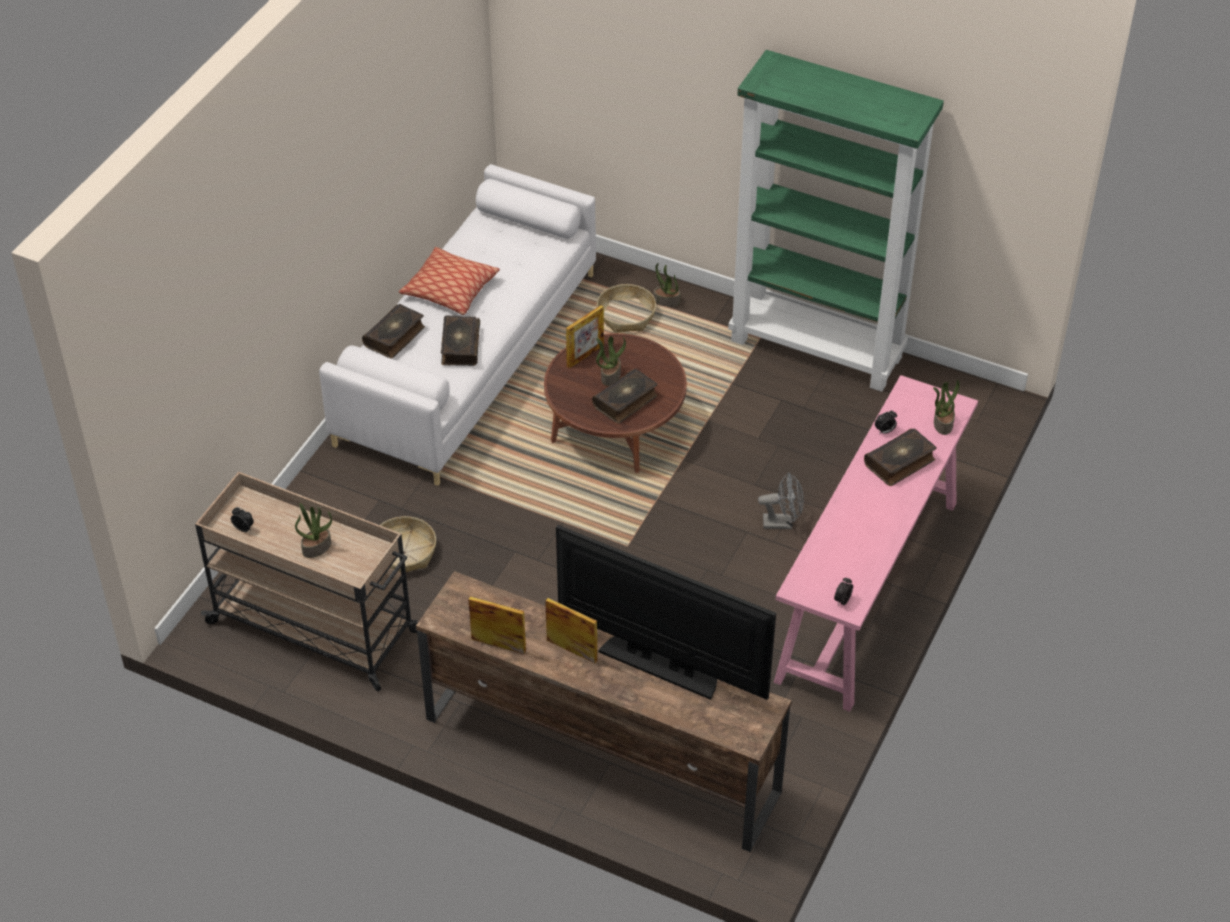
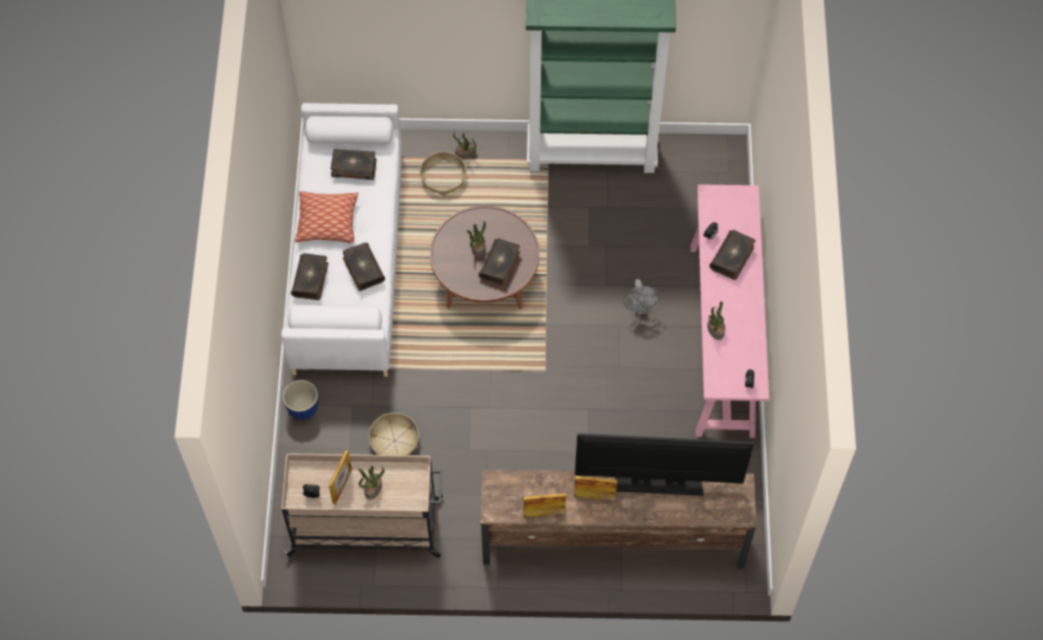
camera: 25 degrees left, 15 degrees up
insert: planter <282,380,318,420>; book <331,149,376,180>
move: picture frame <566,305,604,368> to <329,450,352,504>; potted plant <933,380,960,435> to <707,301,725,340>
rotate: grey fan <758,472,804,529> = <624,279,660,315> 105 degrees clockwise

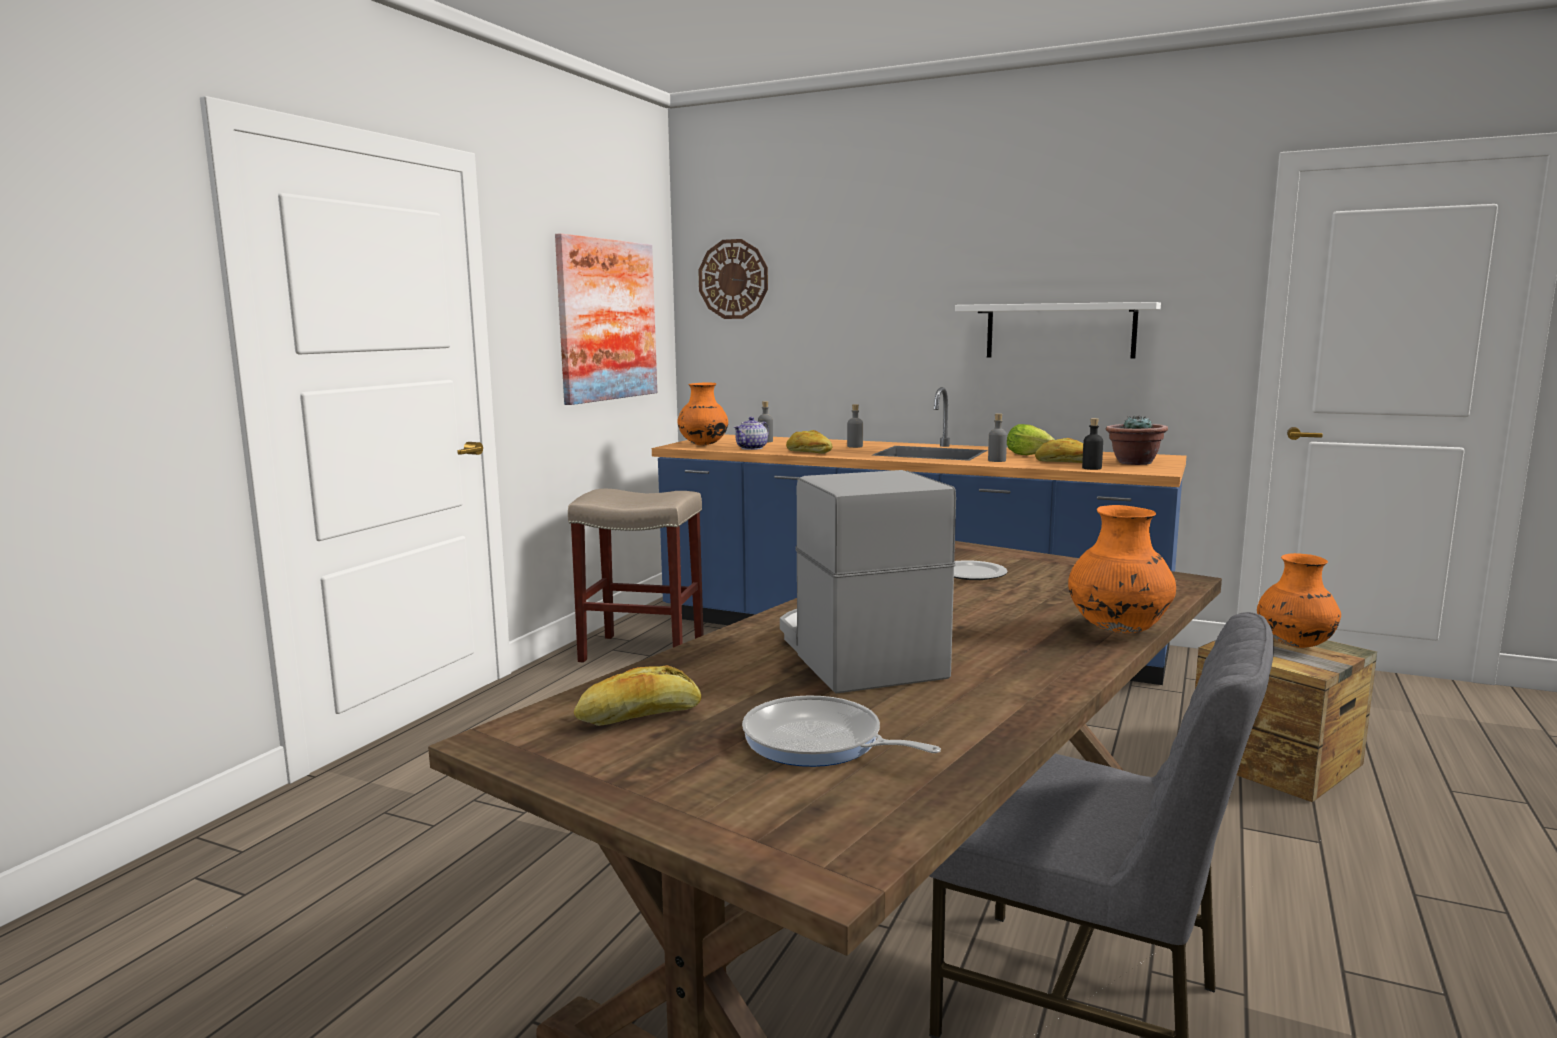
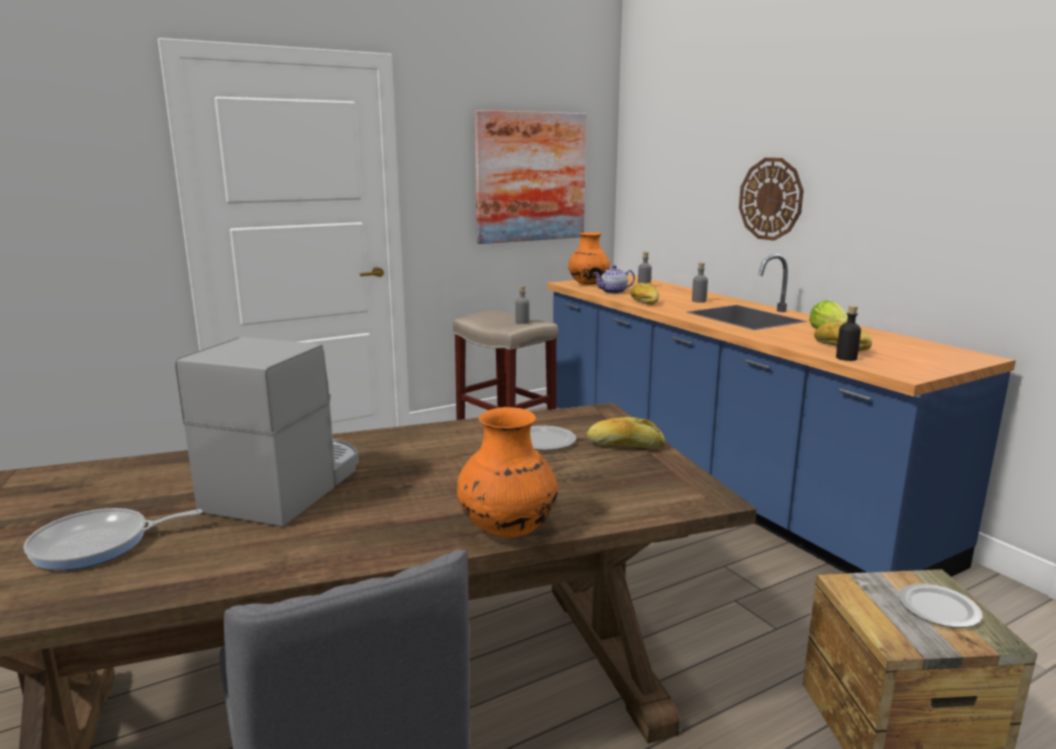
camera: 35 degrees right, 5 degrees up
delete: white shelf <955,302,1161,359>; potted plant <1106,414,1168,465>
move: bread <574,665,701,726> to <587,417,665,449>; wall clock <698,239,768,319> to <739,158,804,241>; grey bottle <988,413,1007,462> to <515,286,529,324>
replace: orange vase <1257,553,1341,648> to plate <899,584,983,628>
rotate: frying pan <742,695,941,767> = <23,508,203,570> 90 degrees counterclockwise

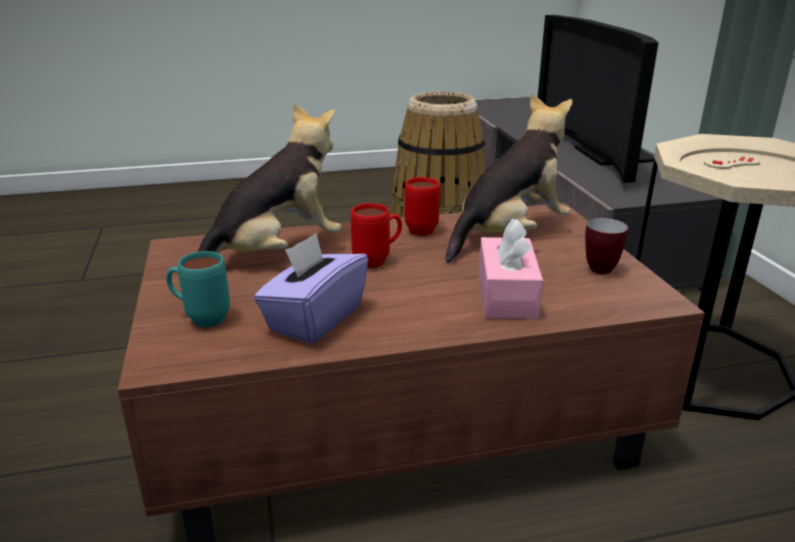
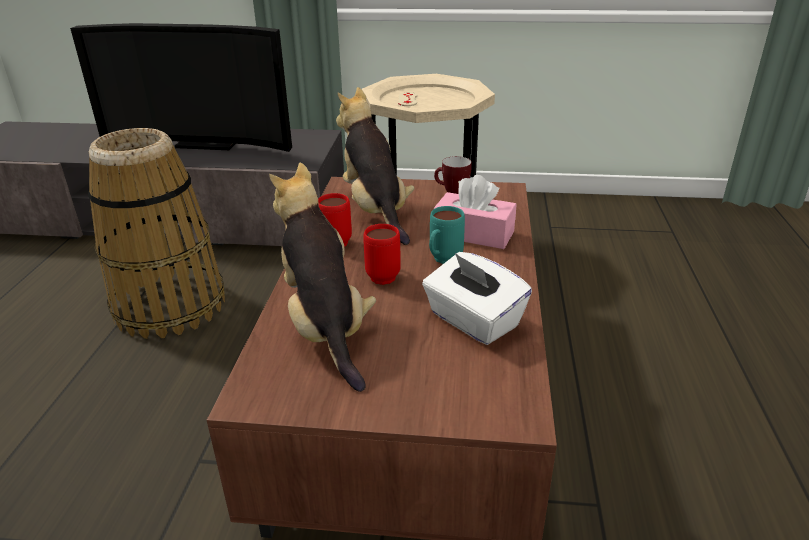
camera: 70 degrees left, 5 degrees up
move: turquoise mug <166,251,230,328> to <429,206,465,264>
recolor: purple tissue box <254,233,369,344> to white tissue box <422,252,532,345>

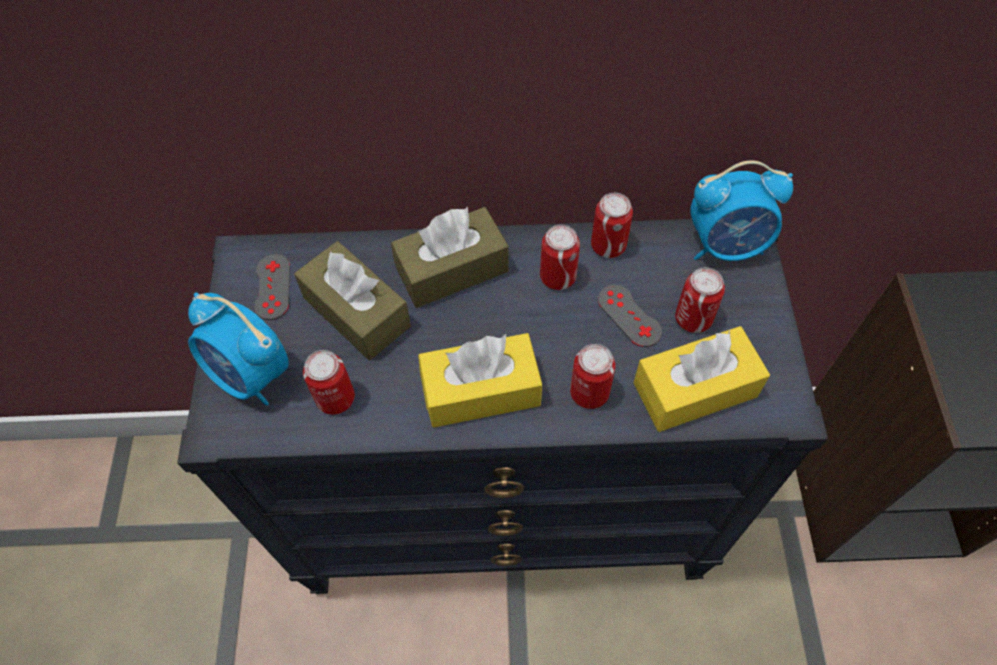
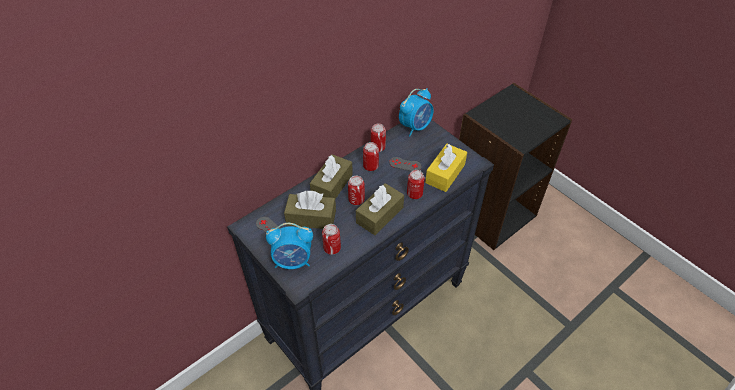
camera: 40 degrees left, 10 degrees down
move: can <675,267,725,333> to <348,176,365,205>
recolor: yellow tissue box <418,333,542,428> to brown tissue box <356,183,404,235>

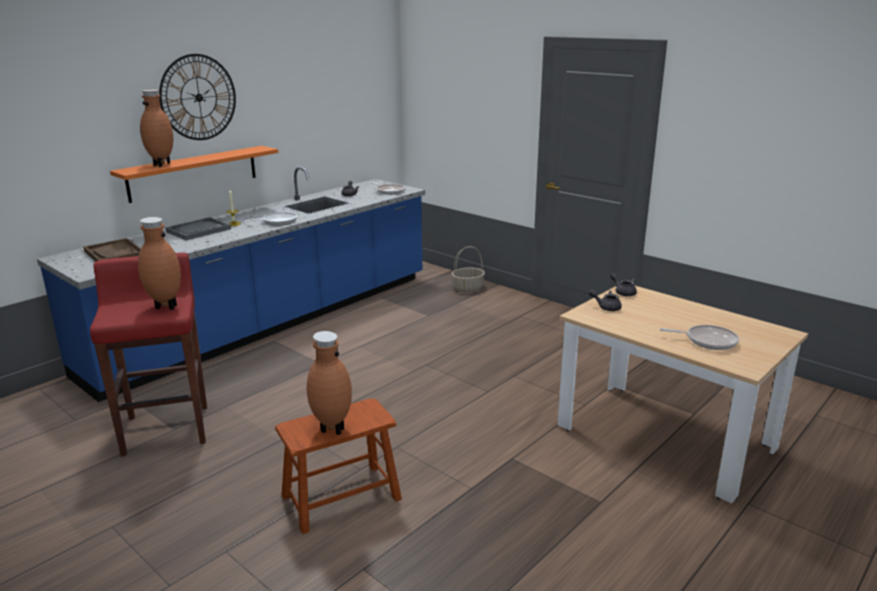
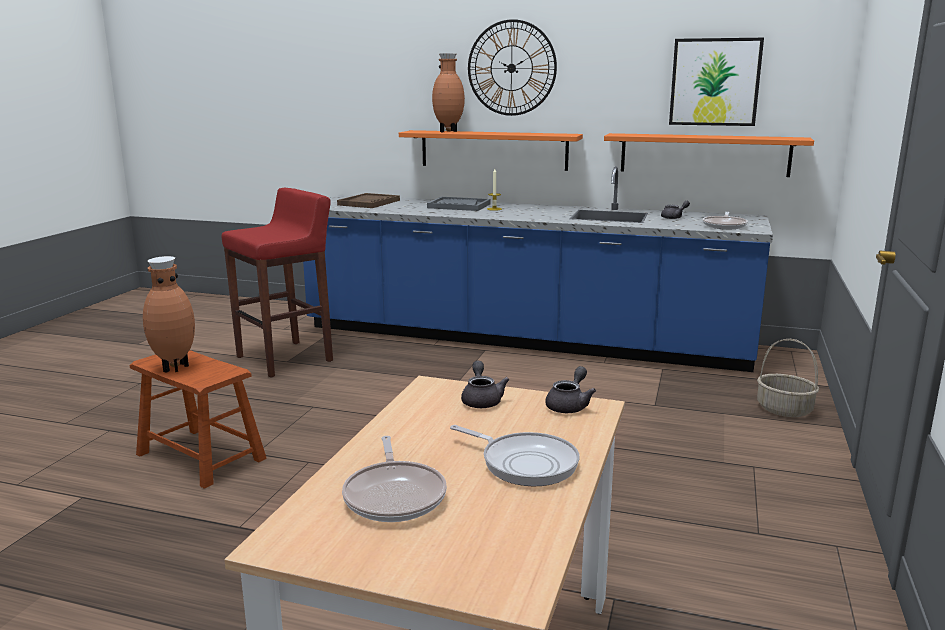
camera: 65 degrees right, 5 degrees down
delete: brown vase <138,217,181,310>
insert: orange shelf <604,133,814,177>; picture <669,38,764,126>
move: frying pan <245,212,297,226> to <450,425,579,486>

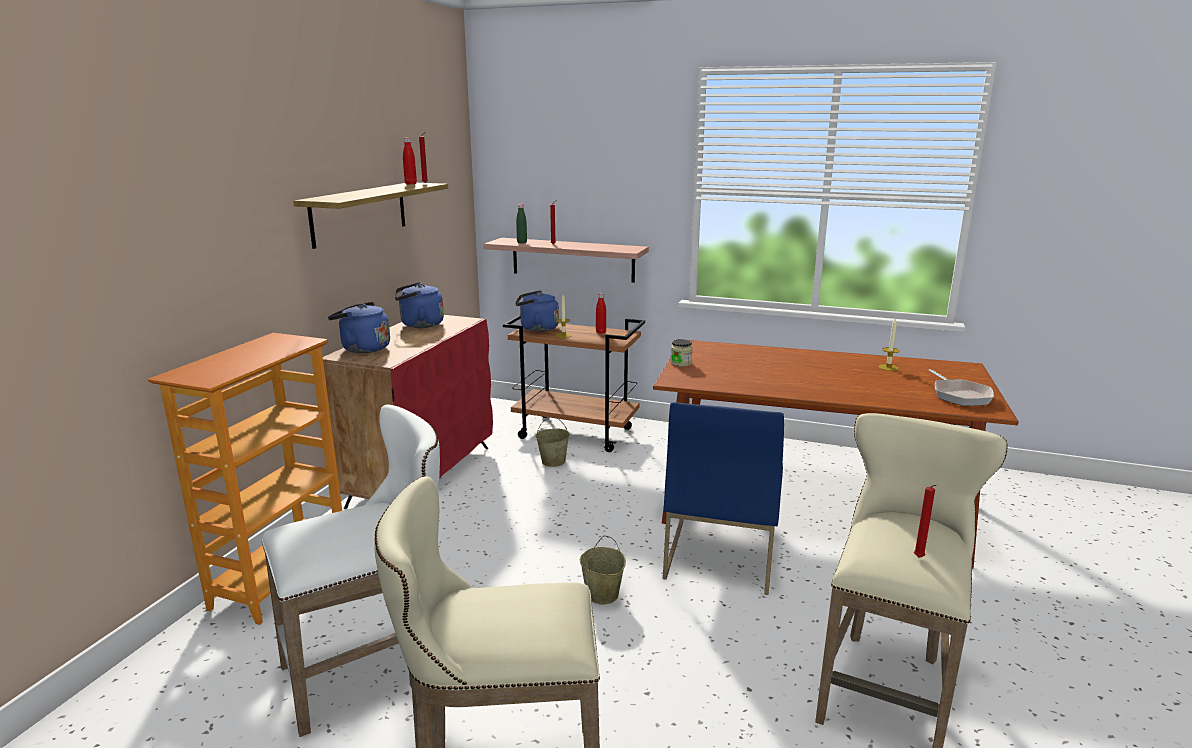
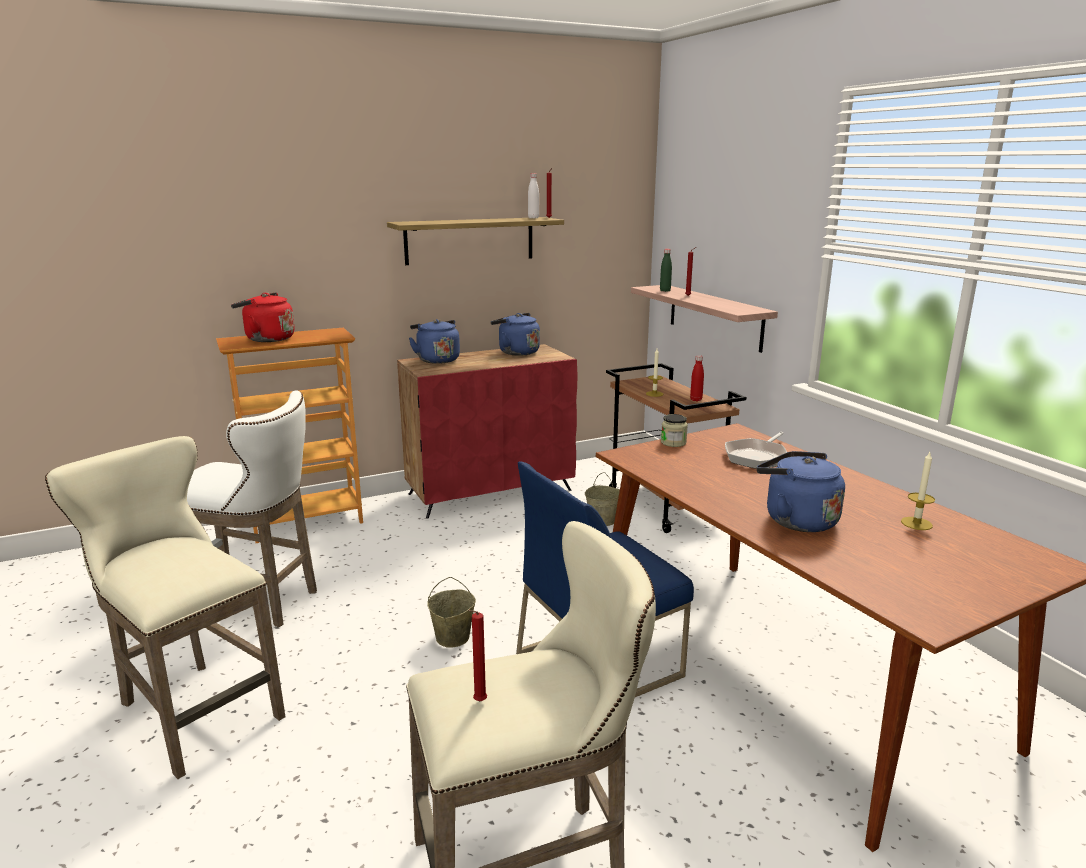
camera: 45 degrees right, 0 degrees up
insert: red kettle <231,292,295,342>
move: blue kettle <515,290,559,332> to <757,451,845,532>; frying pan <928,369,994,406> to <725,432,787,469>
recolor: red bottle <403,138,417,185> to white bottle <528,173,539,218>

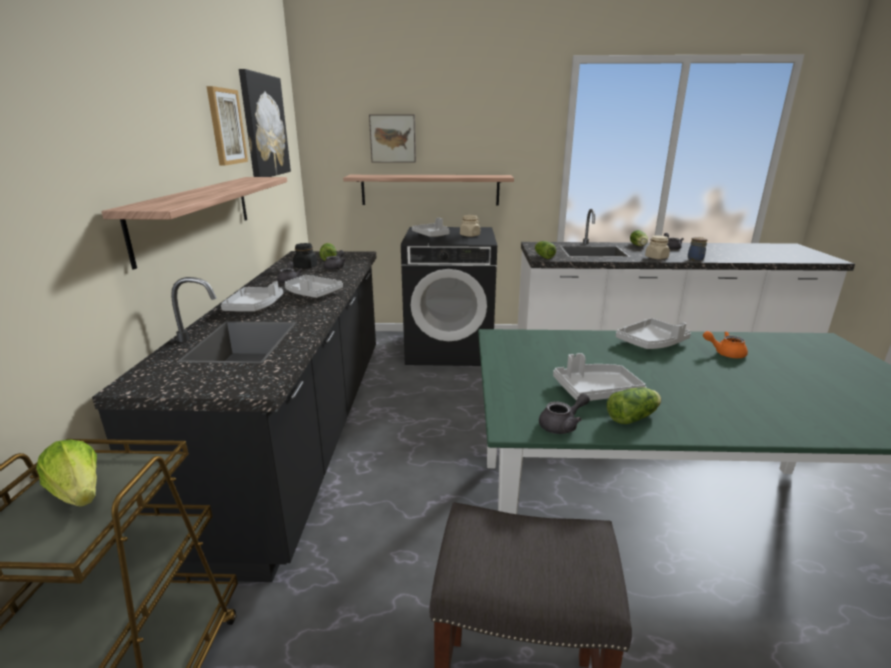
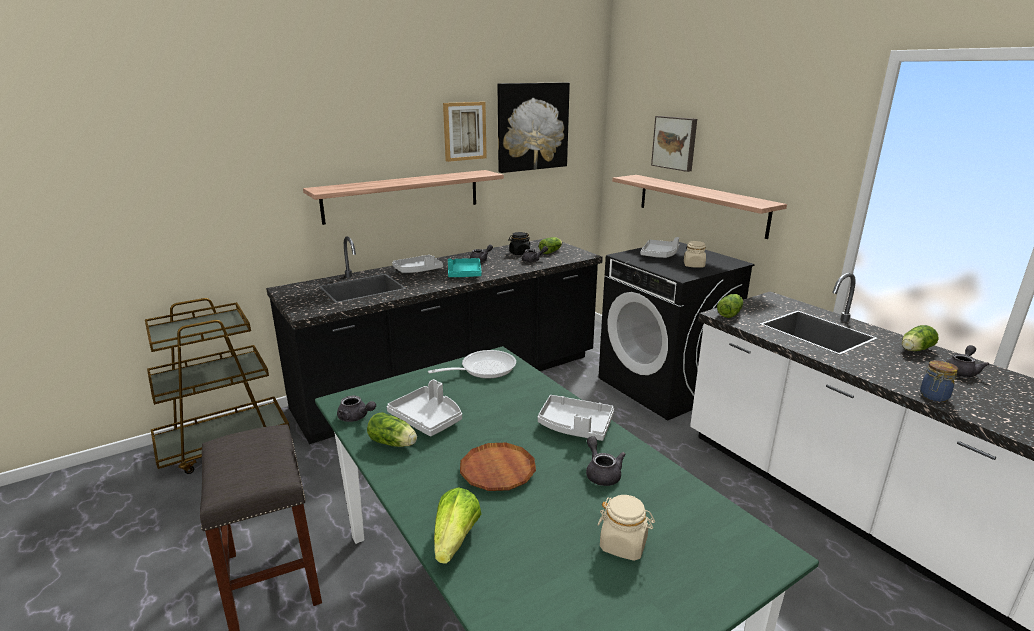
camera: 55 degrees right, 0 degrees up
insert: frying pan <428,350,516,378>; brown plate <460,443,536,491>
move: lettuce <36,439,97,507> to <434,487,481,564>; beige jar <645,235,670,259> to <597,495,655,561>
recolor: grey tray <285,275,343,298> to turquoise tray <448,258,482,277>; orange teapot <703,331,748,358> to grey teapot <586,436,625,486>

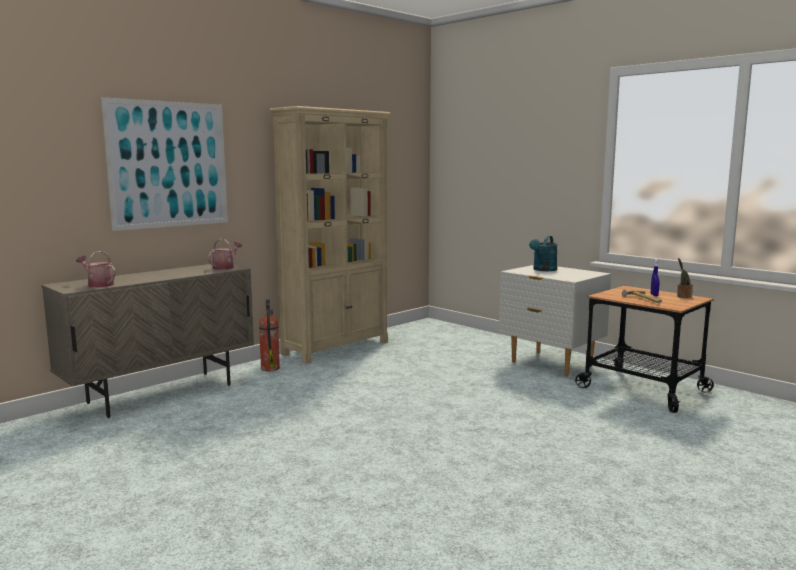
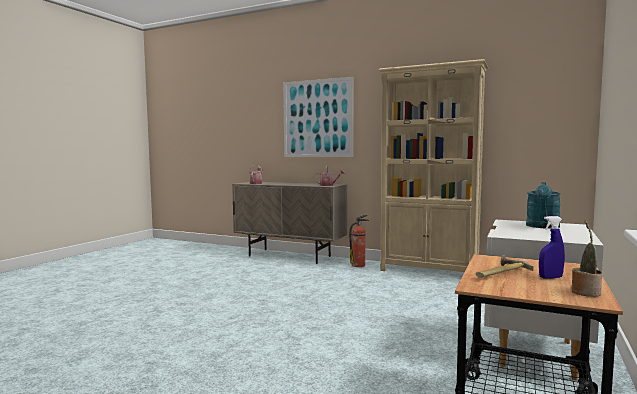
camera: 70 degrees right, 5 degrees down
rotate: turquoise watering can <529,236,558,271> = <526,182,561,229> 75 degrees counterclockwise

